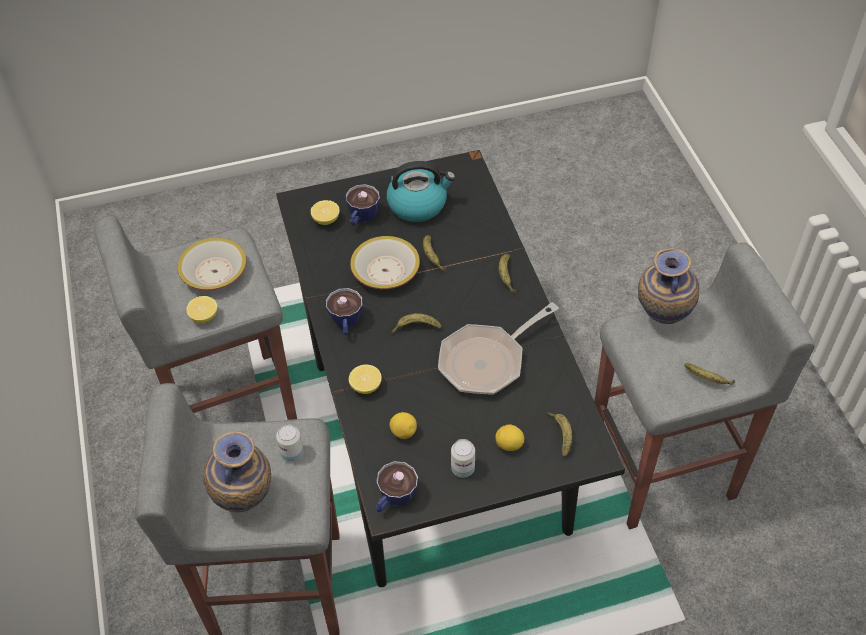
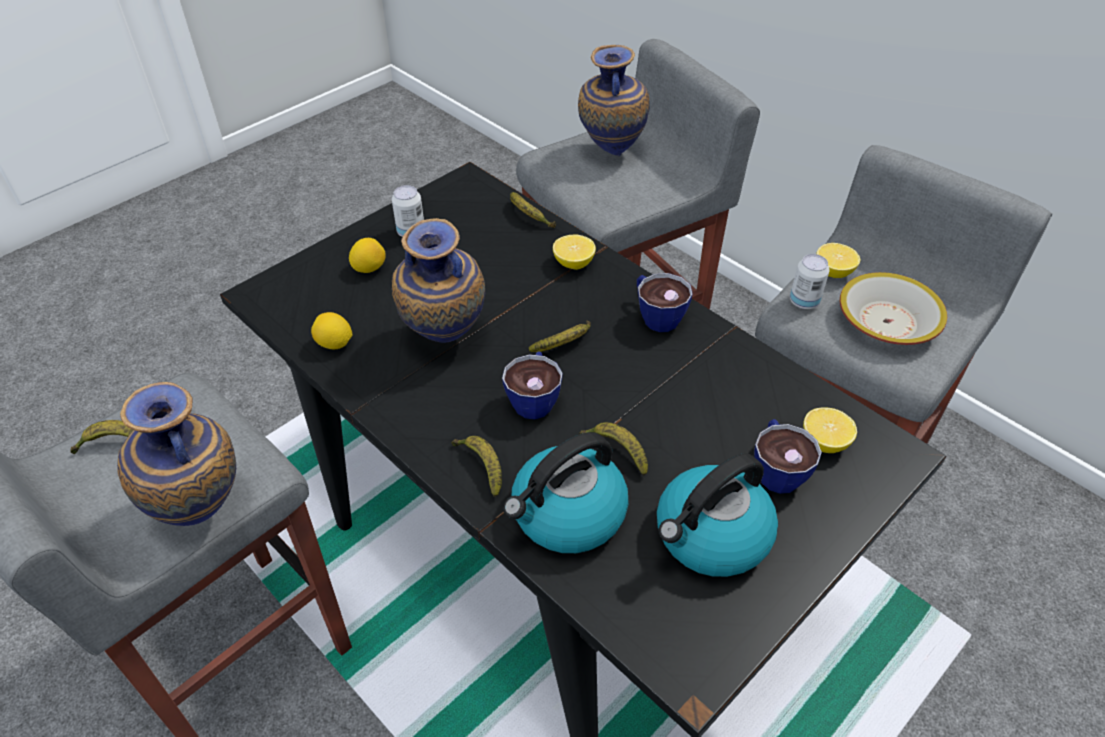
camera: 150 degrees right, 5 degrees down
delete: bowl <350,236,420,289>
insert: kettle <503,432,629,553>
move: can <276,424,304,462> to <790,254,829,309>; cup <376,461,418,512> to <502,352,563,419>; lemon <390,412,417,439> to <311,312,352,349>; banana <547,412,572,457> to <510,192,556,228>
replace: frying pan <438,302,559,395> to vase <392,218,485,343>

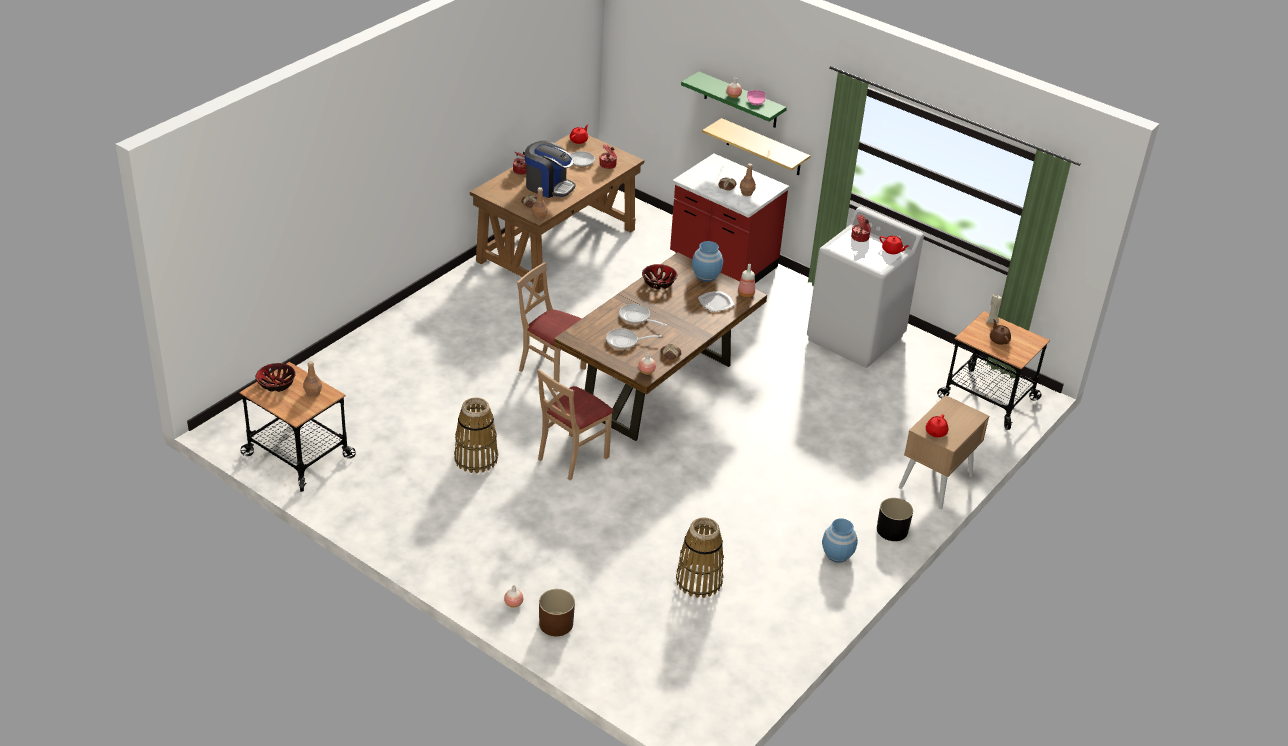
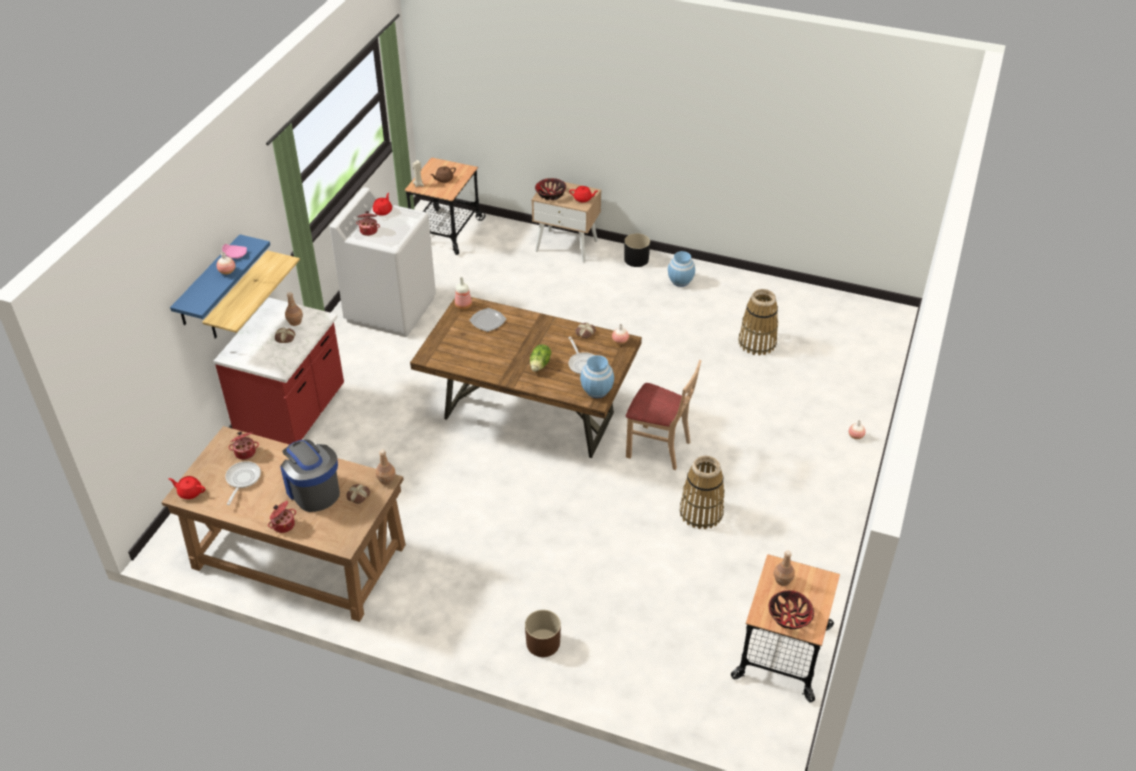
camera: 105 degrees left, 5 degrees up
delete: beige chair <517,262,586,392>
move: brown planter <539,589,575,636> to <525,610,561,657>; bowl <642,264,677,289> to <535,178,566,200>; blue vase <692,241,723,282> to <580,355,614,398>
replace: frying pan <619,304,667,326> to lettuce <530,344,551,372>
recolor: green shelf <681,72,787,128> to blue shelf <170,234,270,325>
rotate: coffee machine <525,141,576,198> = <280,440,340,512> 45 degrees counterclockwise

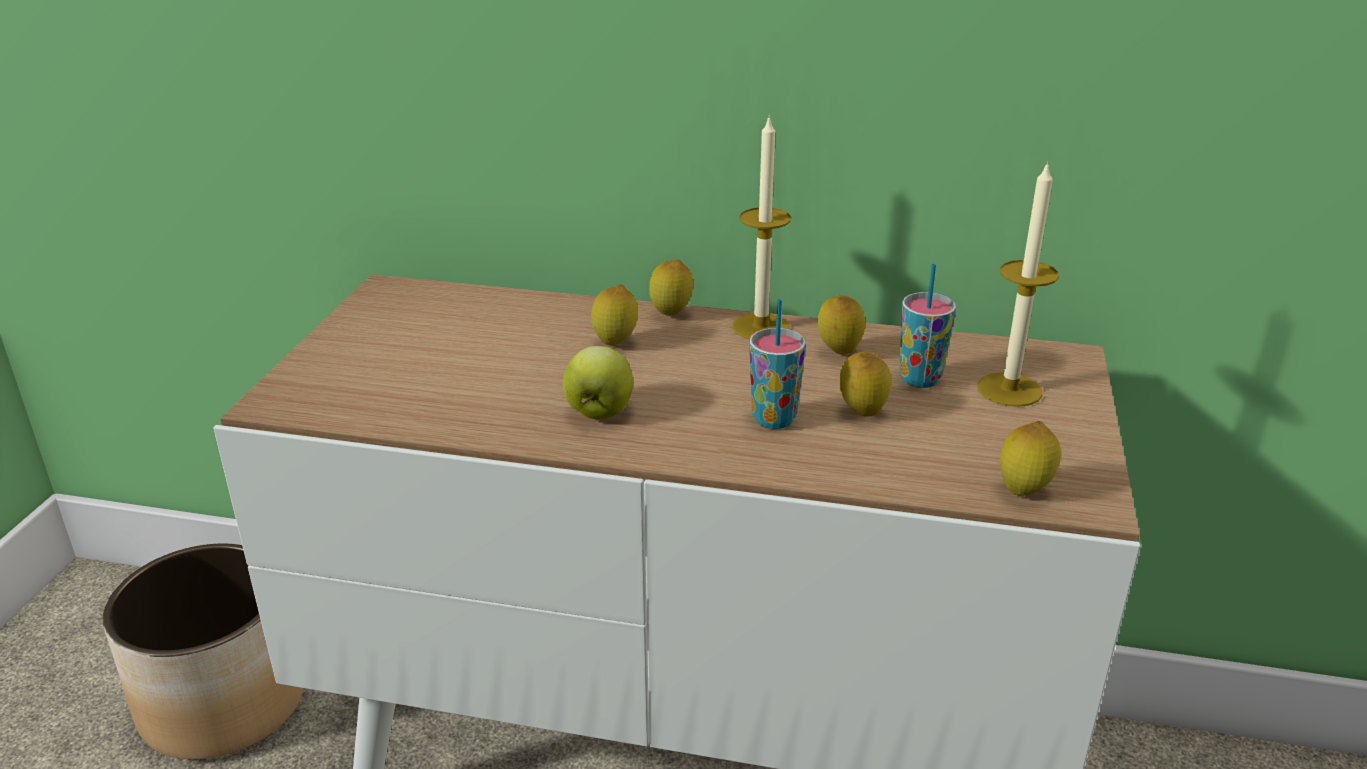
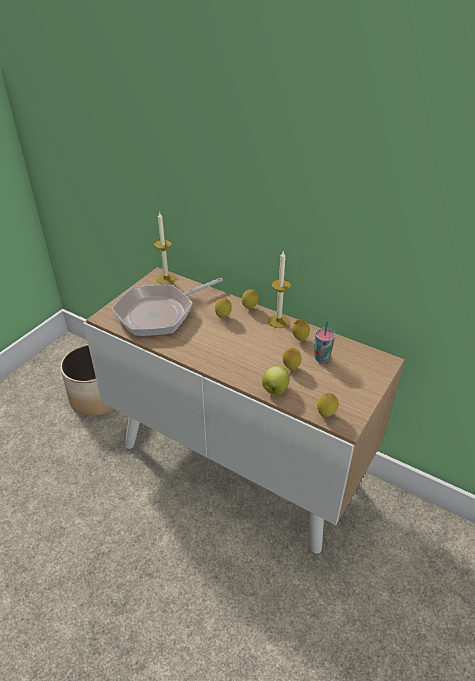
camera: 20 degrees right, 10 degrees up
delete: cup <749,299,806,429>
insert: frying pan <112,278,223,336>
move: apple <563,346,633,419> to <262,366,290,395>; candle <977,161,1059,407> to <154,211,176,285>

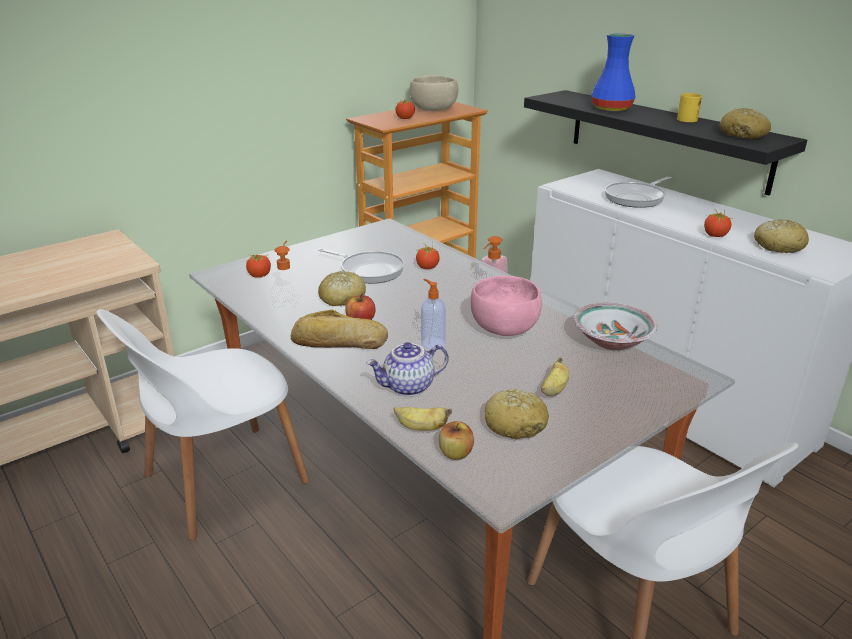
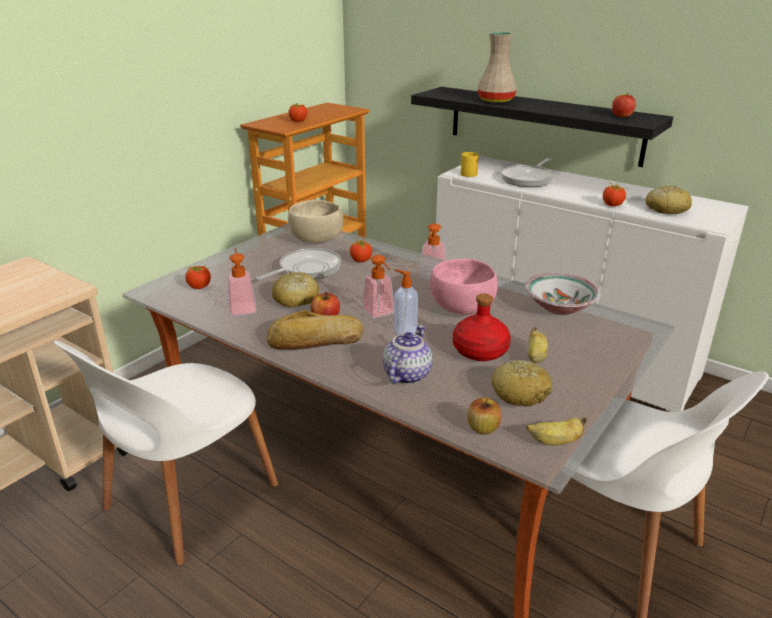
camera: 15 degrees left, 0 degrees up
insert: soap dispenser <362,255,394,318>; red bottle <453,293,511,361>
move: banana <394,407,452,431> to <526,417,587,445>; beige bowl <410,75,458,111> to <288,200,343,243>; yellow mug <677,93,702,122> to <461,152,479,177>
replace: bread <720,108,771,139> to apple <612,93,636,117>
recolor: blue vase <591,34,636,111> to beige vase <478,32,517,103>
rotate: frying pan <319,248,405,283> = <256,248,341,280> 60 degrees counterclockwise; teapot <366,342,449,396> = <383,325,433,384> 150 degrees clockwise

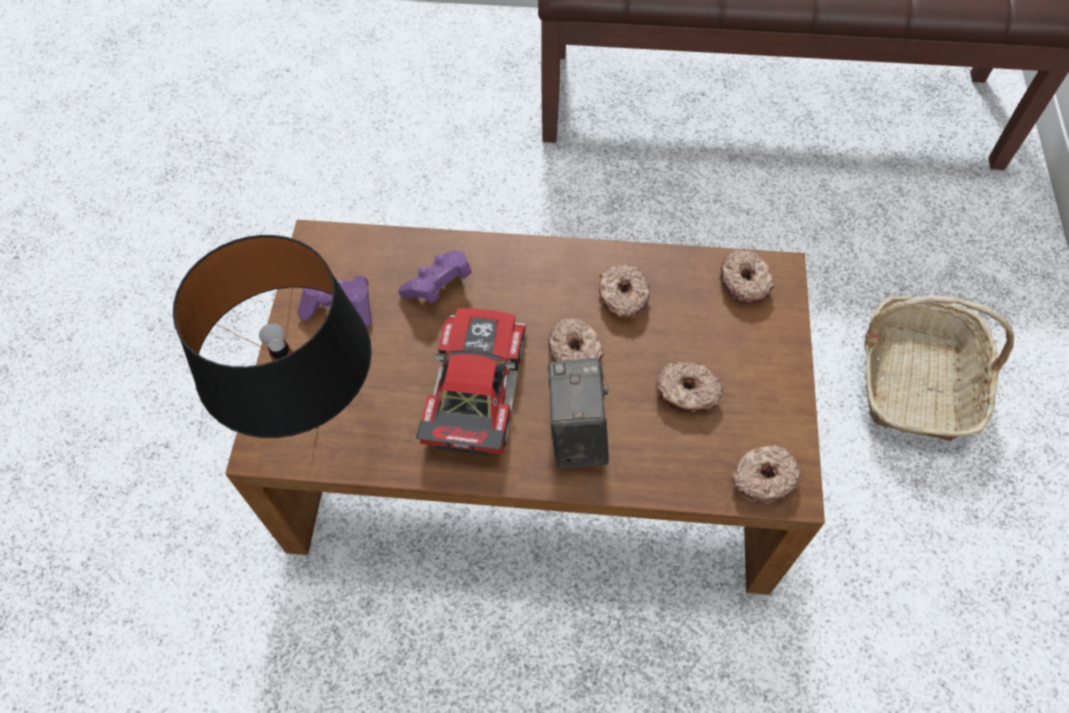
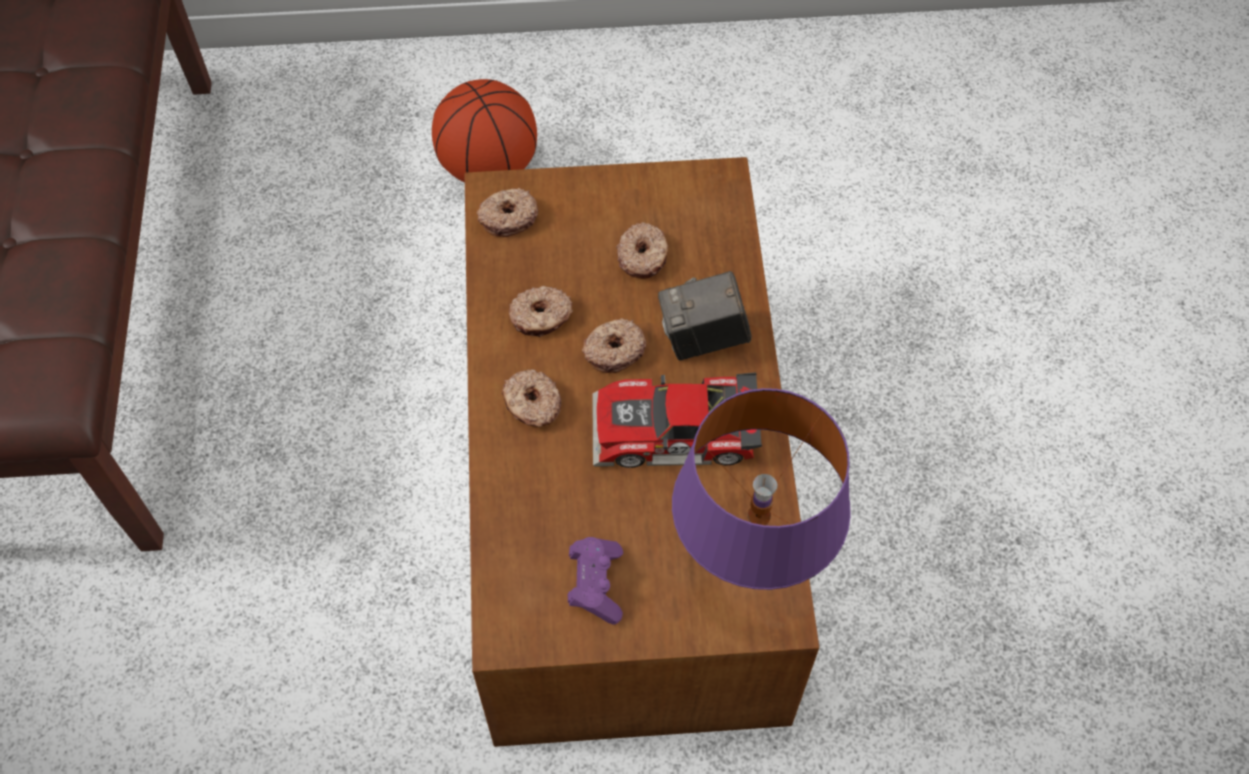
camera: 100 degrees left, 0 degrees up
delete: purple game controller <398,250,472,303>
move: donut <731,444,801,505> to <502,369,561,427>
replace: basket <864,295,1014,441> to basketball <432,79,537,183>
recolor: black table lamp <173,235,372,438> to purple table lamp <672,388,851,590>

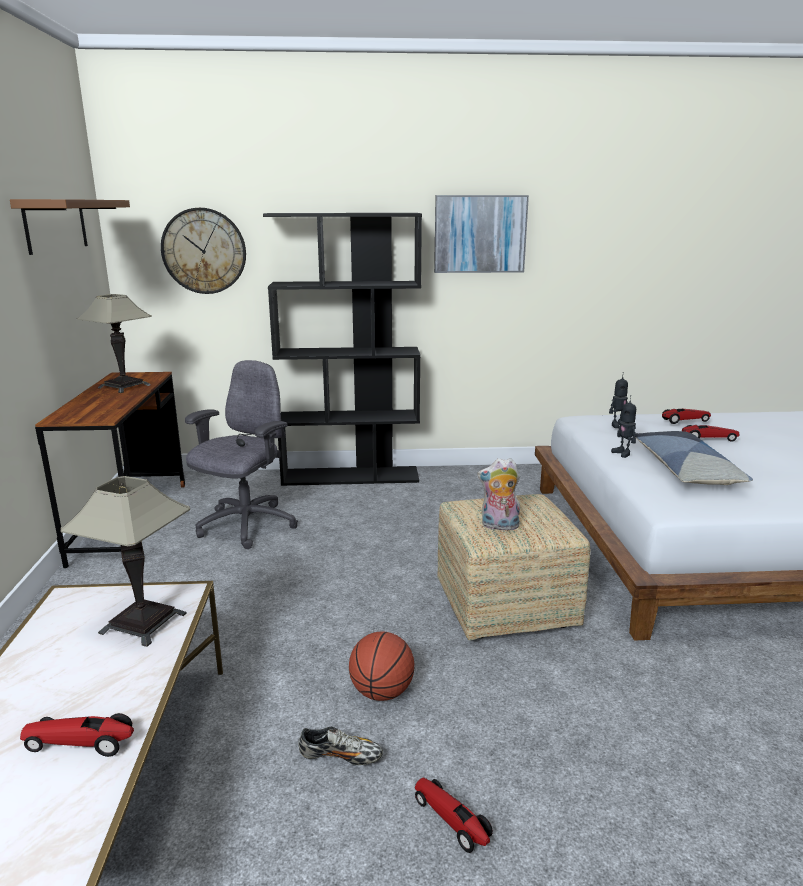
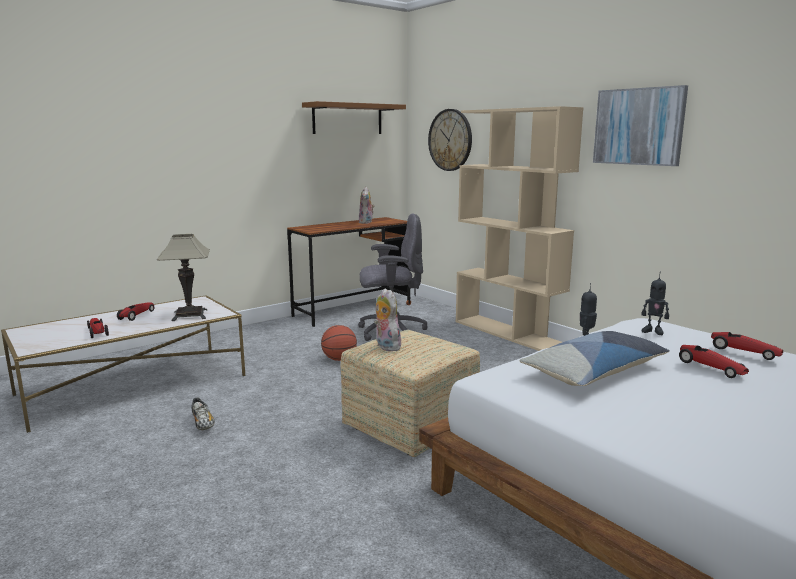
camera: 55 degrees right, 5 degrees down
move: basketball <349,631,415,701> to <321,325,357,361>; toy car <415,778,493,853> to <117,302,154,321>
replace: table lamp <76,294,152,393> to plush toy <359,187,375,224>
recolor: black bookcase <263,213,422,486> to beige bookcase <456,106,584,351>

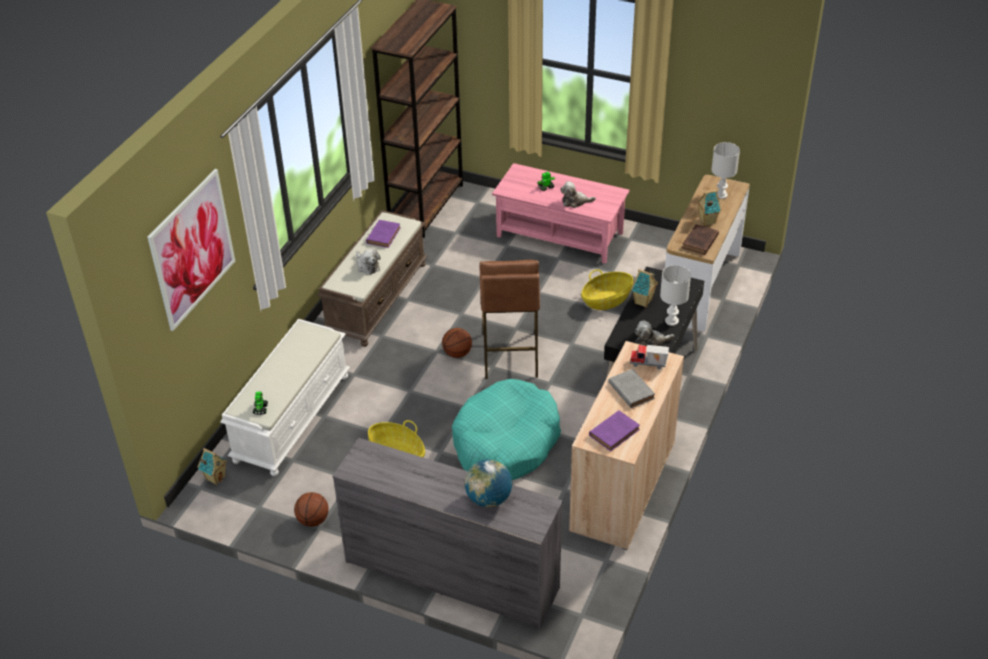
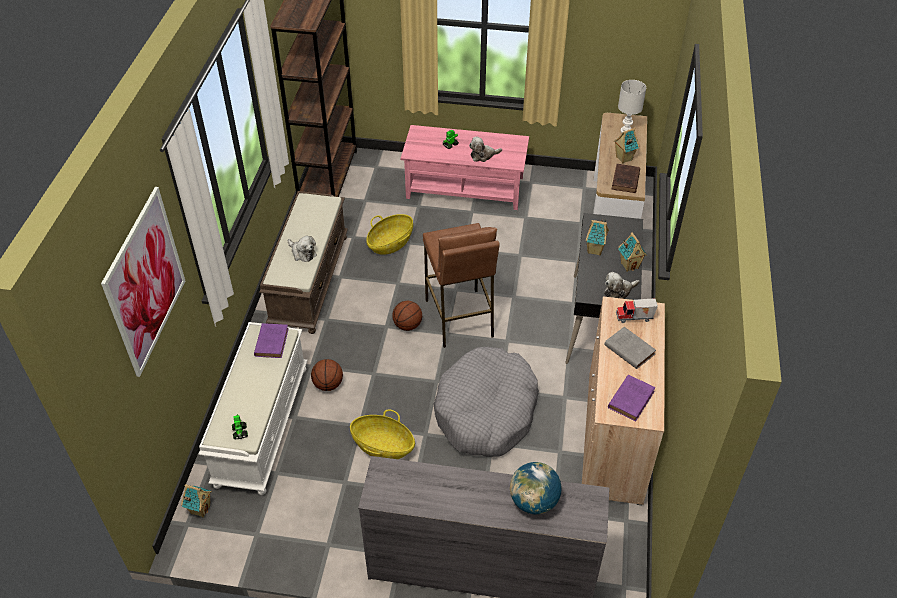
camera: 15 degrees left, 5 degrees up
move: basketball <294,492,329,527> to <311,359,343,391>; purple book <366,220,401,248> to <254,323,289,358>; basket <581,270,633,310> to <366,214,413,255>
replace: white table lamp <660,265,691,326> to toy house <618,232,647,272>
recolor: turquoise dog bed <452,379,561,480> to grey dog bed <434,347,539,457>

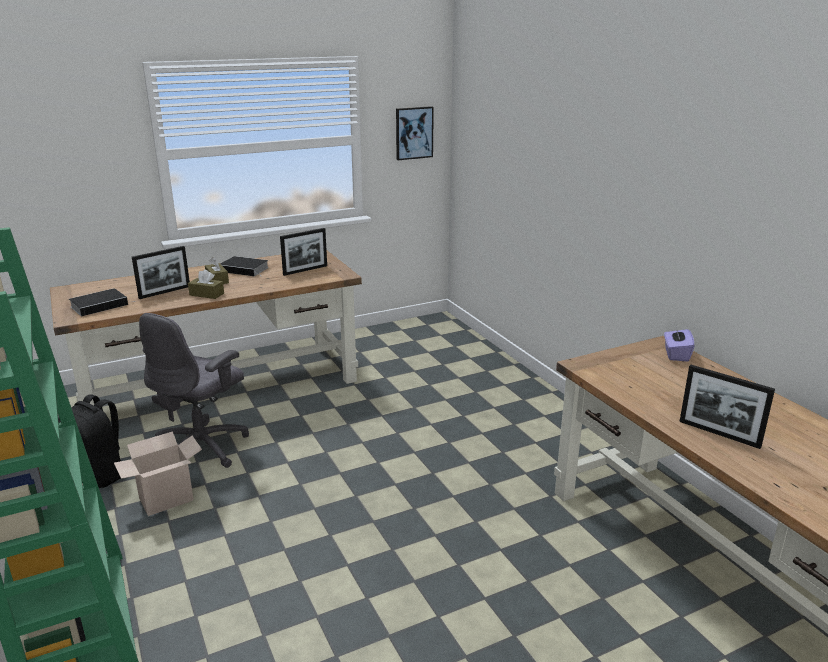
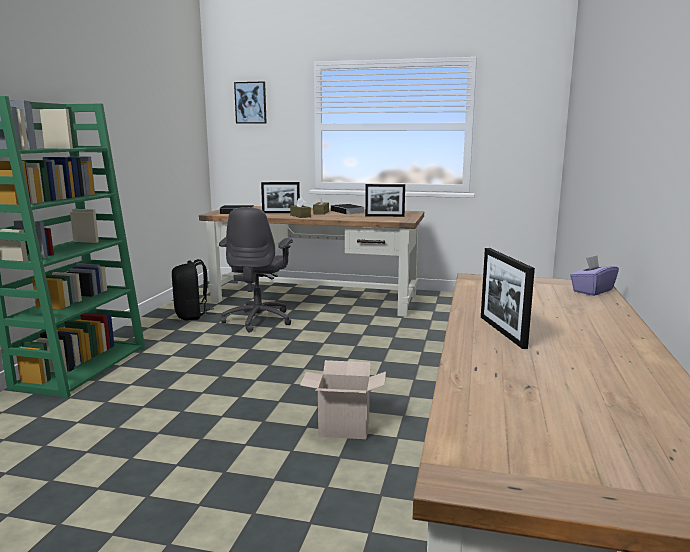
camera: 40 degrees right, 10 degrees down
move: cardboard box <114,431,202,516> to <300,360,386,439>; picture <396,106,434,160> to <234,82,267,124>
rotate: grey office chair <139,313,249,468> = <219,207,293,332> 60 degrees counterclockwise

